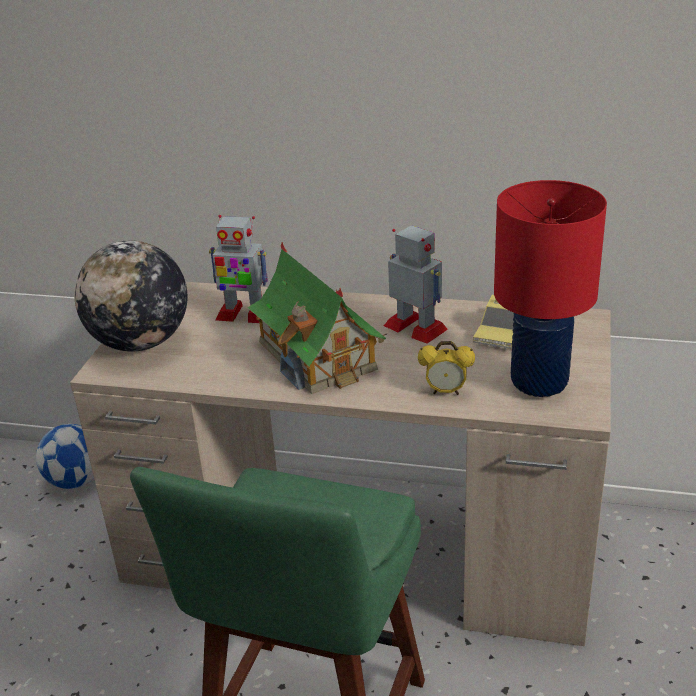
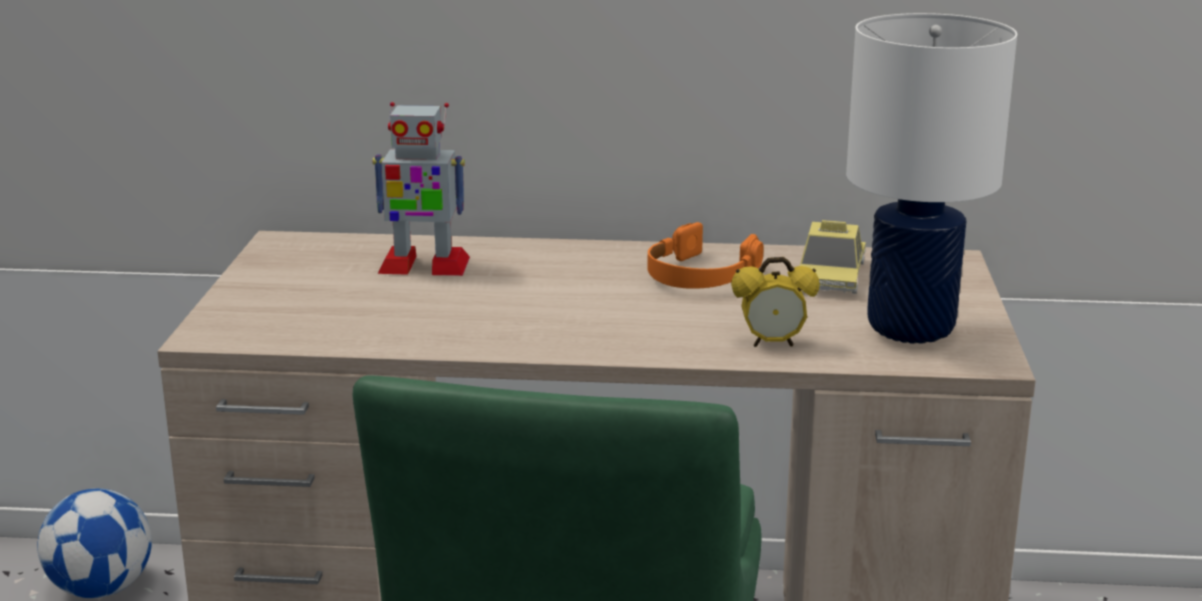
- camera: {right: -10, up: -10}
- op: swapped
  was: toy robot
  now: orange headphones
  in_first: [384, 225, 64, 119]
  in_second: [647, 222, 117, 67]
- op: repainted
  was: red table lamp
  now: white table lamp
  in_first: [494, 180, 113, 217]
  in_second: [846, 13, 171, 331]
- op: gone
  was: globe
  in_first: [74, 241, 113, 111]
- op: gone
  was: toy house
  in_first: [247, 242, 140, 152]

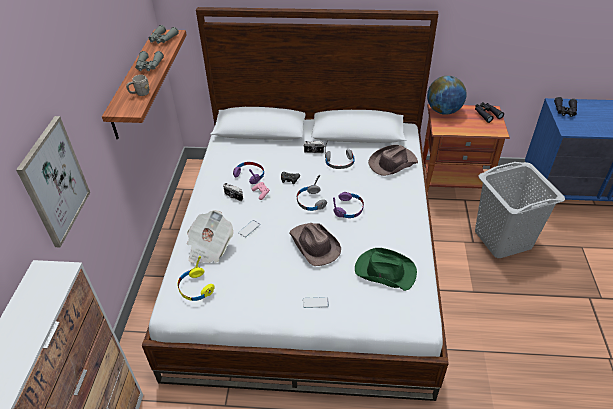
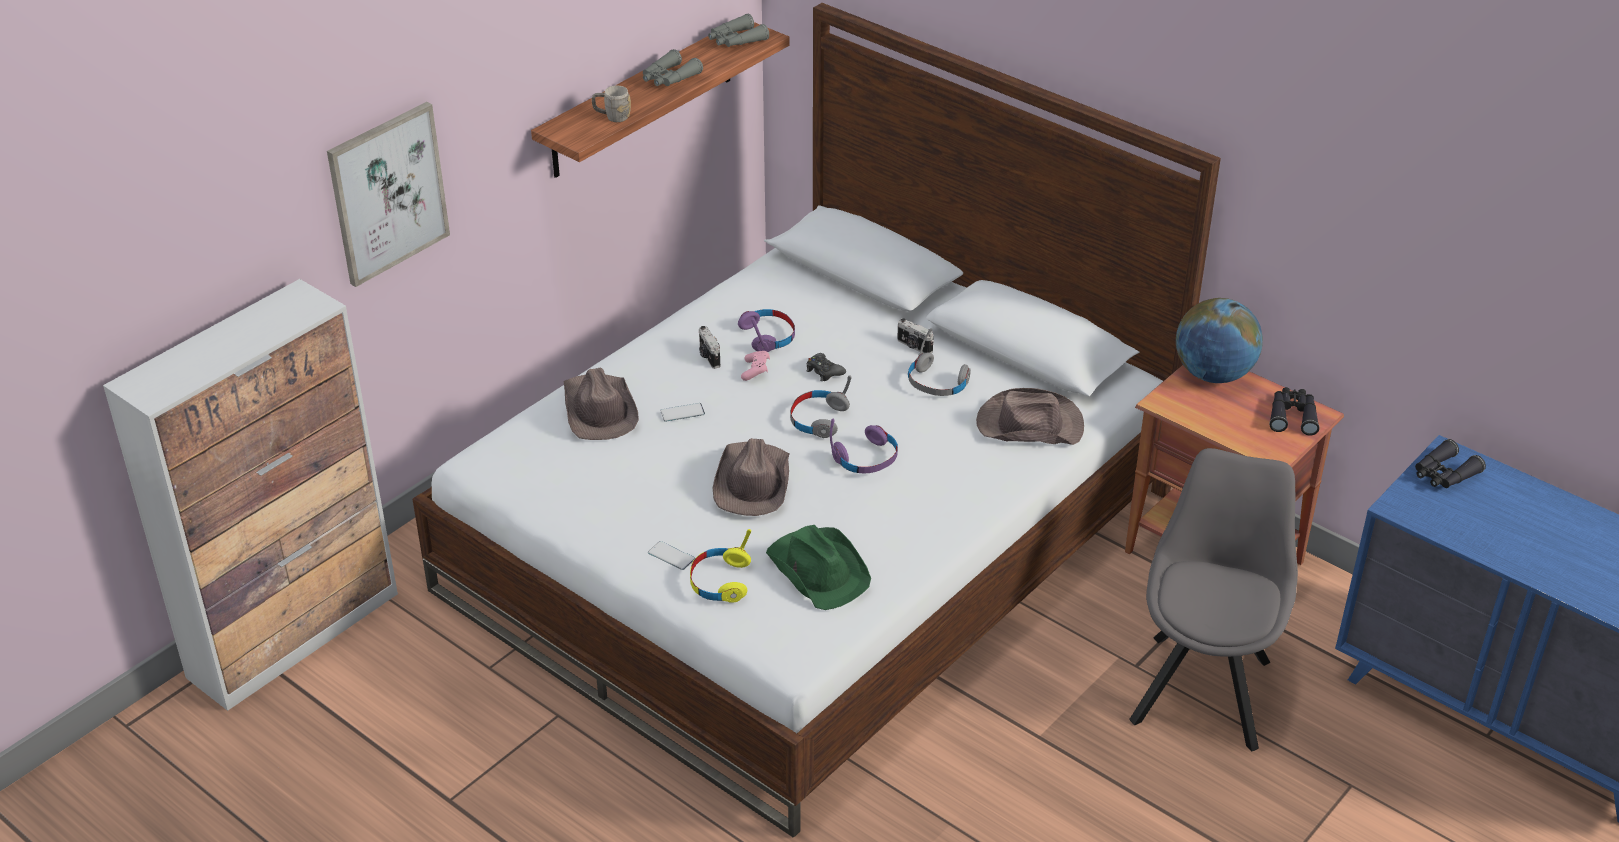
- camera: {right: 35, up: -5}
- op: swapped
  was: newspaper
  now: brown hat
  in_first: [187, 210, 46, 54]
  in_second: [564, 367, 75, 73]
- op: shifted
  was: yellow headphones
  in_first: [177, 256, 38, 45]
  in_second: [690, 529, 61, 74]
- op: swapped
  was: grey laundry basket
  now: grey chair
  in_first: [475, 162, 90, 96]
  in_second: [1129, 448, 169, 304]

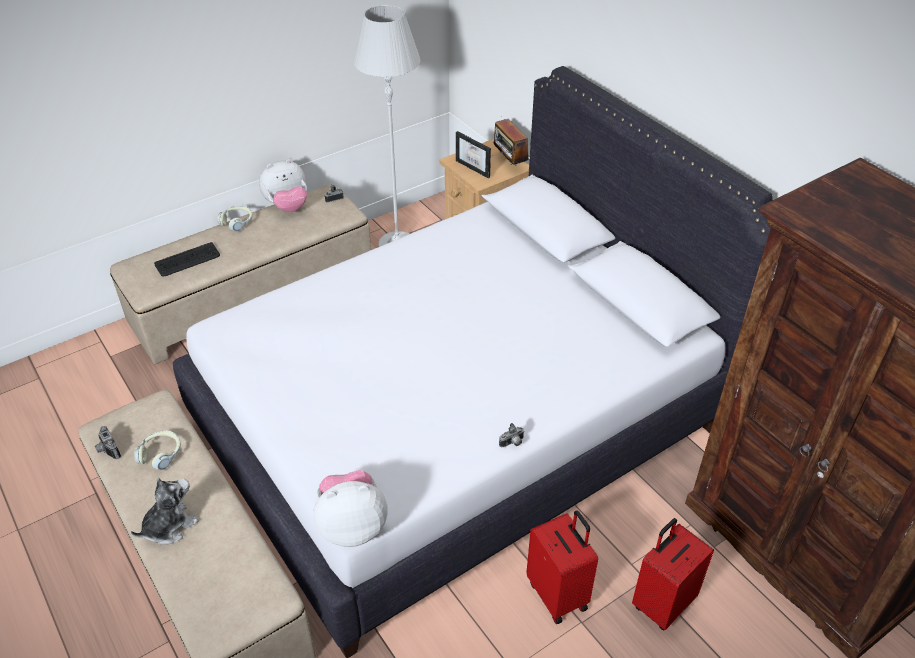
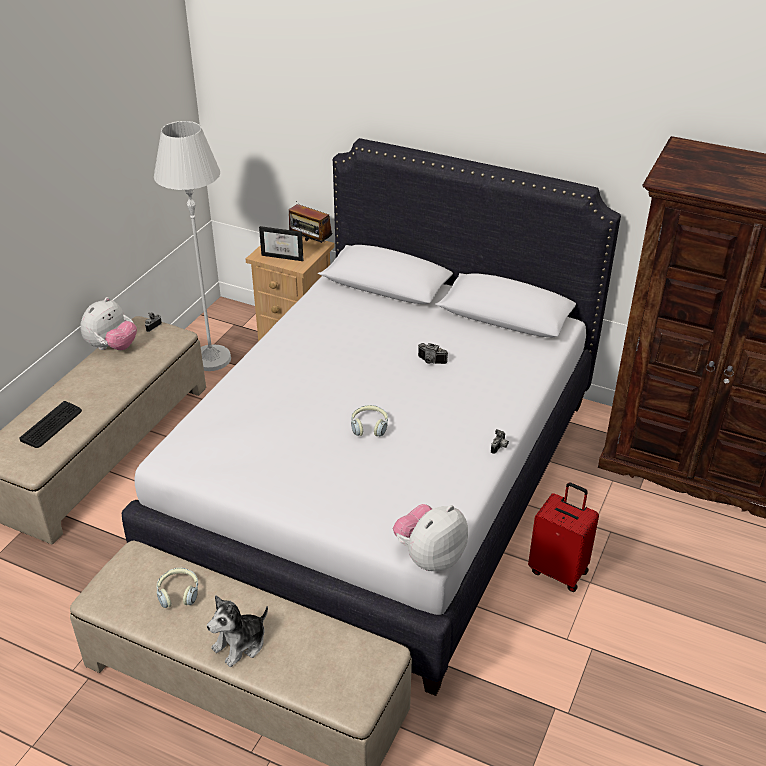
- camera: {right: -30, up: -5}
- op: rotated
  was: plush toy
  in_first: [131, 477, 68, 68]
  in_second: [207, 595, 61, 72]
  clockwise: -150
- op: shifted
  was: headphones
  in_first: [217, 206, 36, 26]
  in_second: [351, 405, 37, 32]
- op: shifted
  was: photo camera
  in_first: [95, 426, 26, 33]
  in_second: [418, 343, 30, 21]
- op: gone
  was: red suitcase
  in_first: [632, 518, 82, 112]

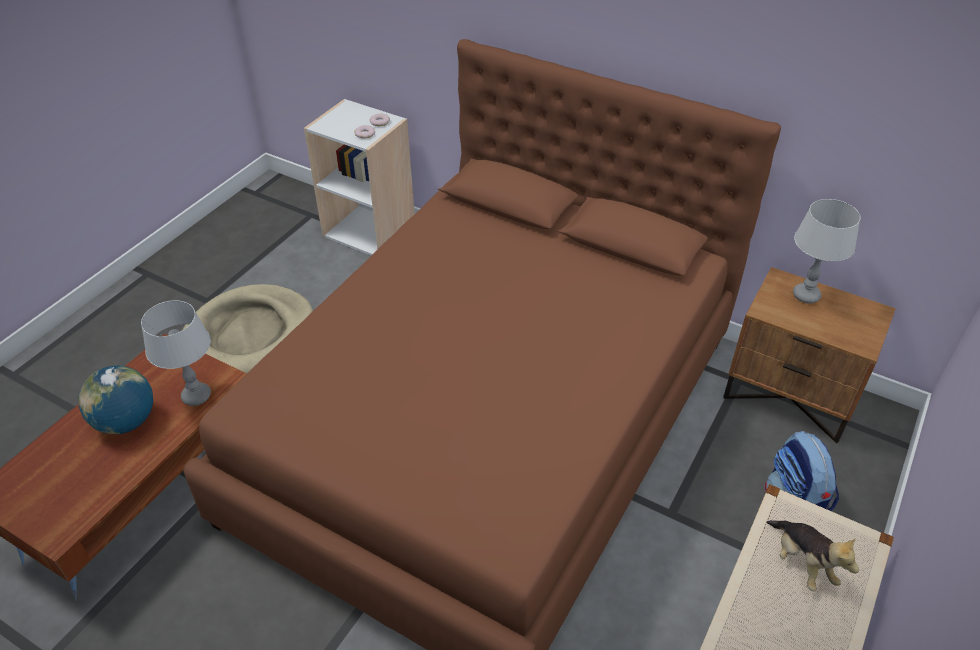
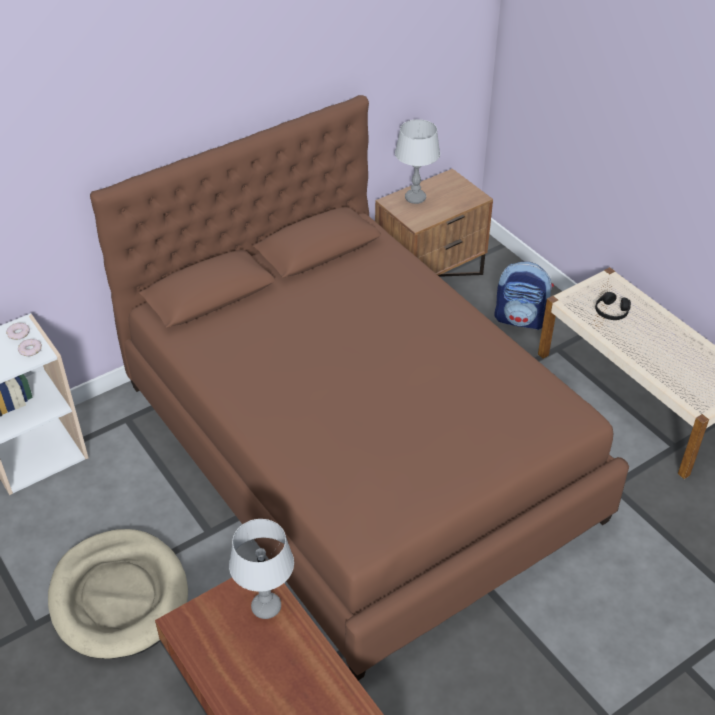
- camera: {right: -65, up: 0}
- op: swapped
  was: plush toy
  now: black headphones
  in_first: [766, 520, 93, 71]
  in_second: [595, 292, 36, 28]
- op: gone
  was: globe
  in_first: [79, 366, 74, 68]

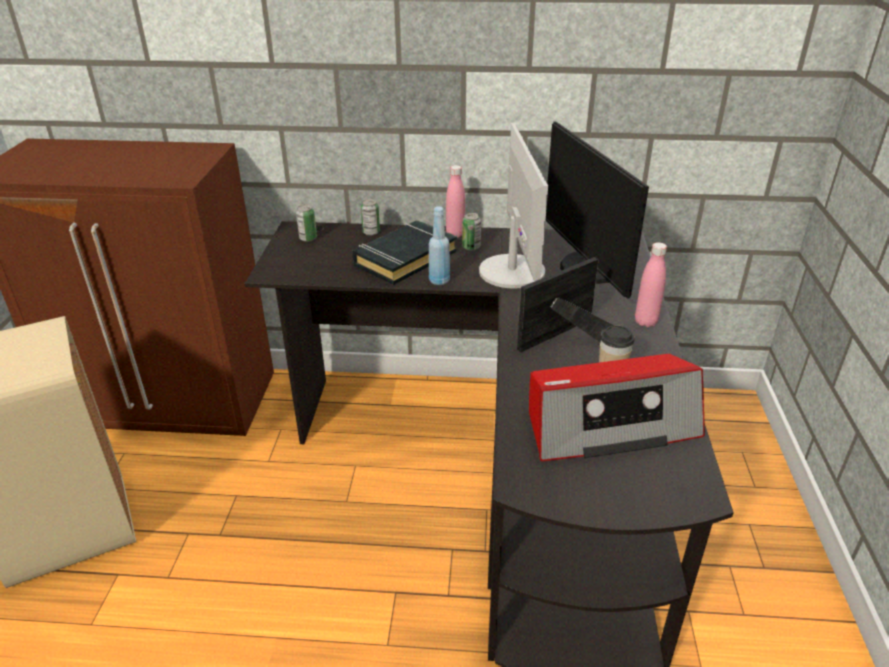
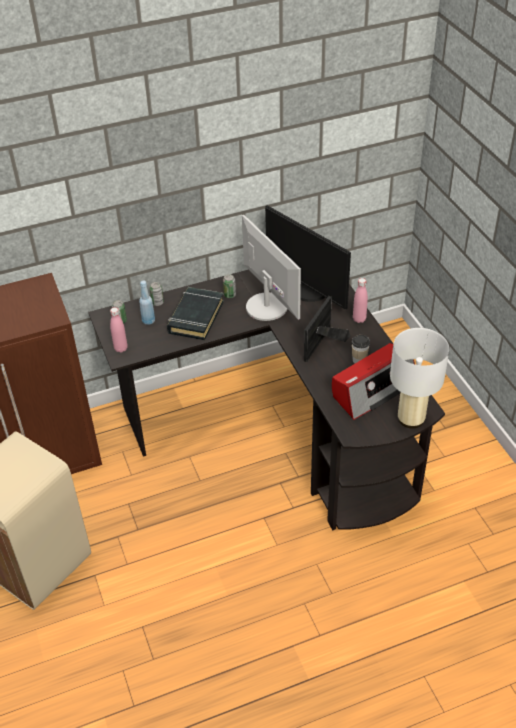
- camera: {right: -25, up: 10}
- op: shifted
  was: pink bottle
  in_first: [446, 165, 19, 73]
  in_second: [110, 307, 17, 46]
- op: shifted
  was: blue bottle
  in_first: [429, 206, 21, 79]
  in_second: [139, 281, 16, 44]
- op: new
  now: white table lamp
  in_second: [390, 328, 59, 101]

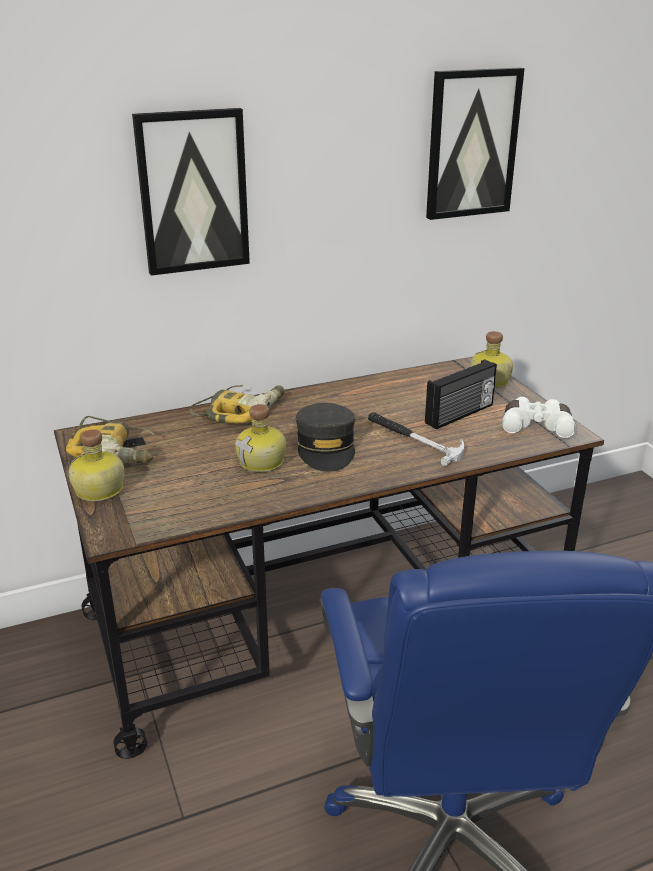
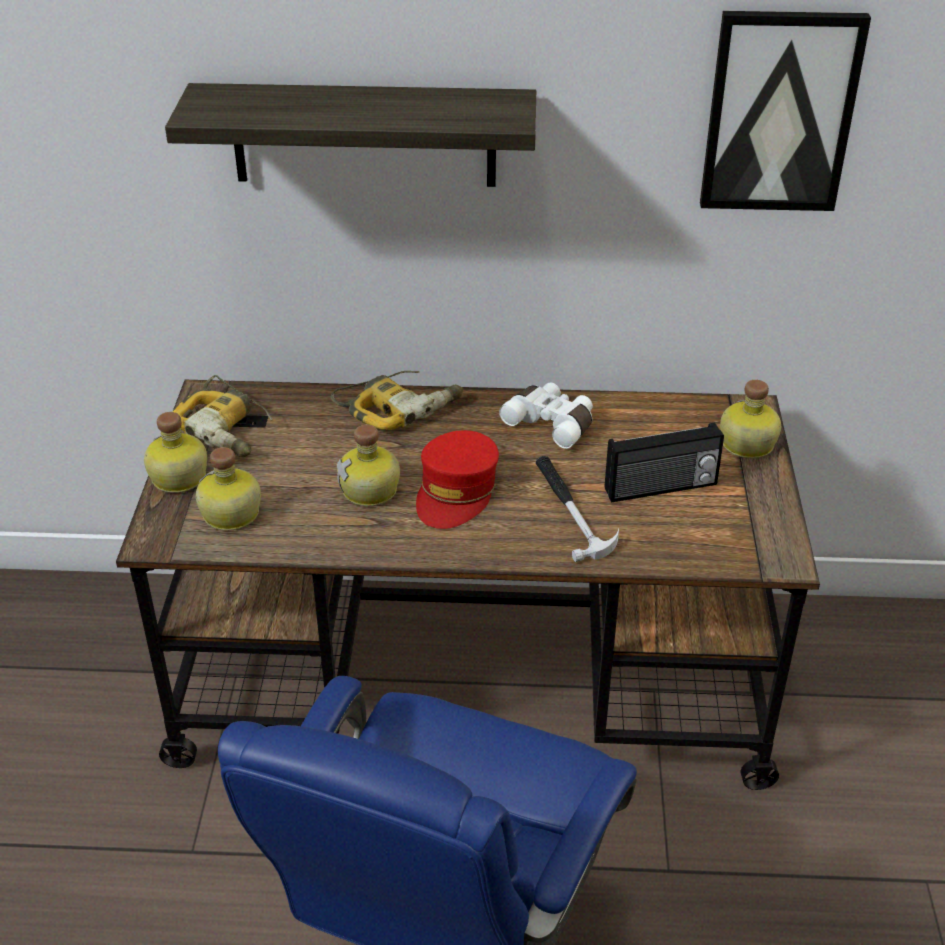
- camera: {right: 25, up: 10}
- op: swapped
  was: picture
  now: shelf
  in_first: [132, 108, 118, 168]
  in_second: [165, 83, 371, 104]
- op: new
  now: bottle
  in_second: [196, 447, 65, 84]
- op: repainted
  was: grey cap
  now: red cap
  in_first: [296, 403, 59, 69]
  in_second: [416, 430, 83, 99]
- op: shifted
  was: white binoculars
  in_first: [502, 397, 74, 41]
  in_second: [499, 382, 94, 67]

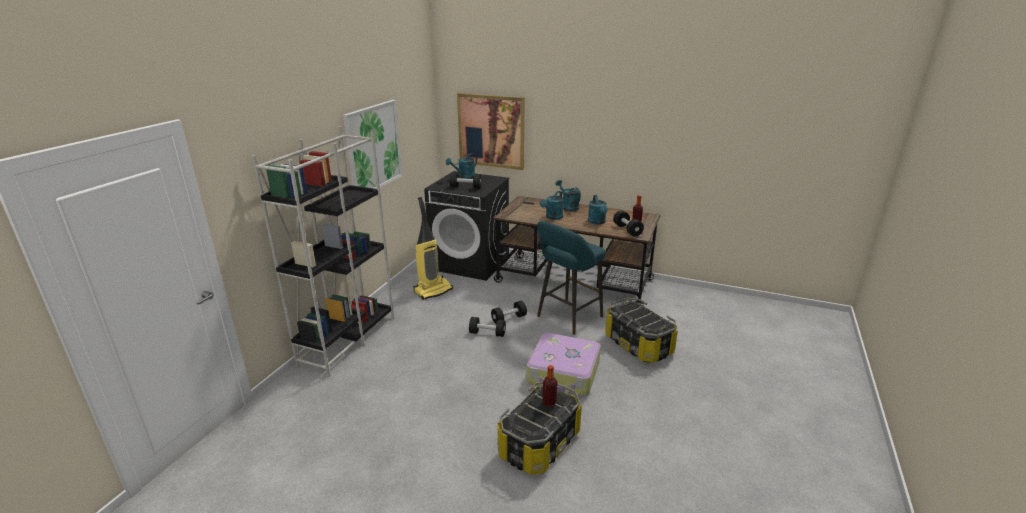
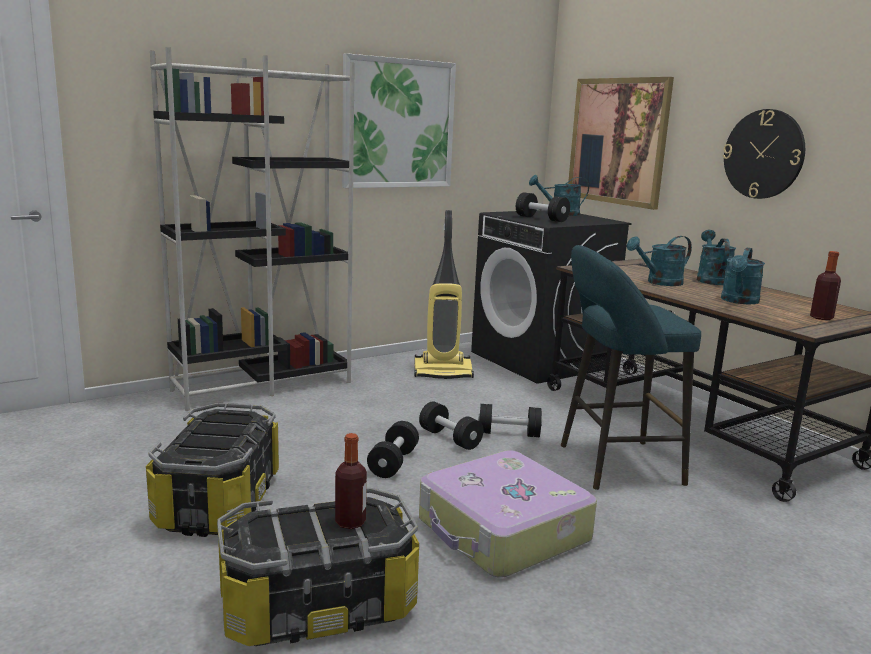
- camera: {right: 35, up: -10}
- op: shifted
  was: storage box
  in_first: [605, 297, 73, 66]
  in_second: [146, 403, 133, 134]
- op: shifted
  was: black dumbbell
  in_first: [613, 210, 31, 27]
  in_second: [367, 421, 52, 57]
- op: new
  now: wall clock
  in_second: [723, 109, 82, 90]

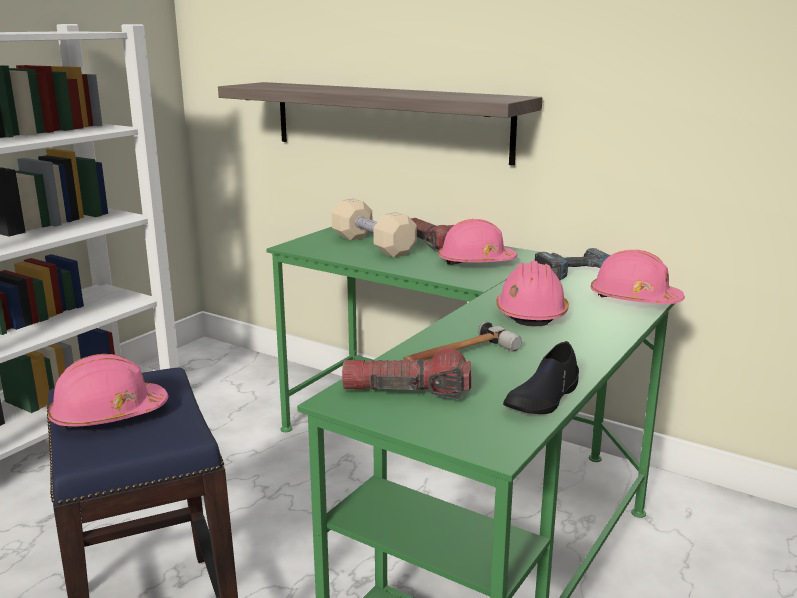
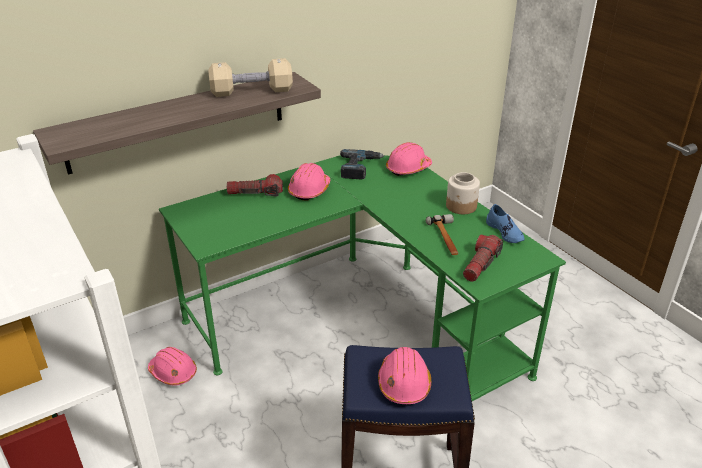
- camera: {right: -65, up: 15}
- op: shifted
  was: pink hard hat
  in_first: [496, 261, 73, 66]
  in_second: [148, 347, 49, 38]
- op: shifted
  was: beige dumbbell
  in_first: [332, 198, 85, 59]
  in_second: [208, 58, 85, 39]
- op: new
  now: jar
  in_second: [446, 172, 34, 42]
- op: repainted
  was: black shoe
  now: blue shoe
  in_first: [503, 341, 76, 73]
  in_second: [486, 204, 39, 39]

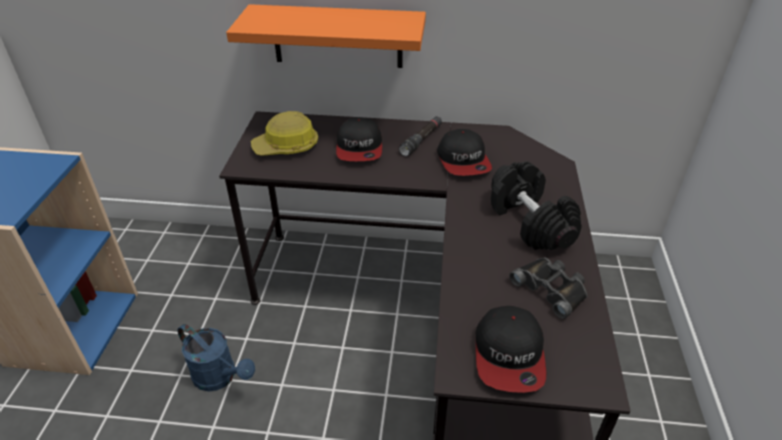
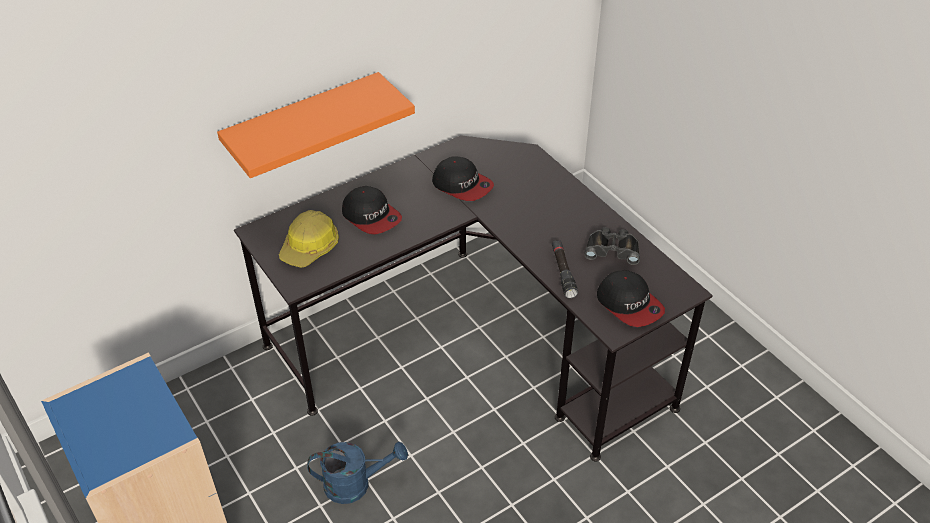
- camera: {right: -40, up: 5}
- op: shifted
  was: black flashlight
  in_first: [399, 116, 43, 40]
  in_second: [552, 240, 26, 58]
- op: gone
  was: black dumbbell
  in_first: [491, 161, 91, 89]

